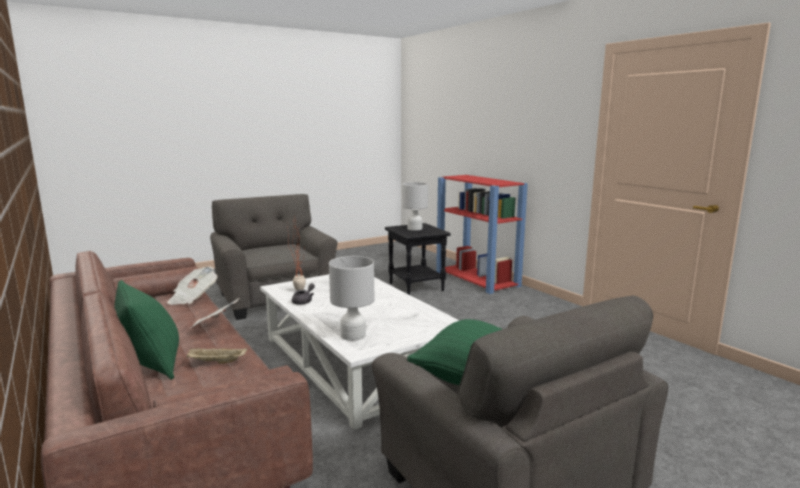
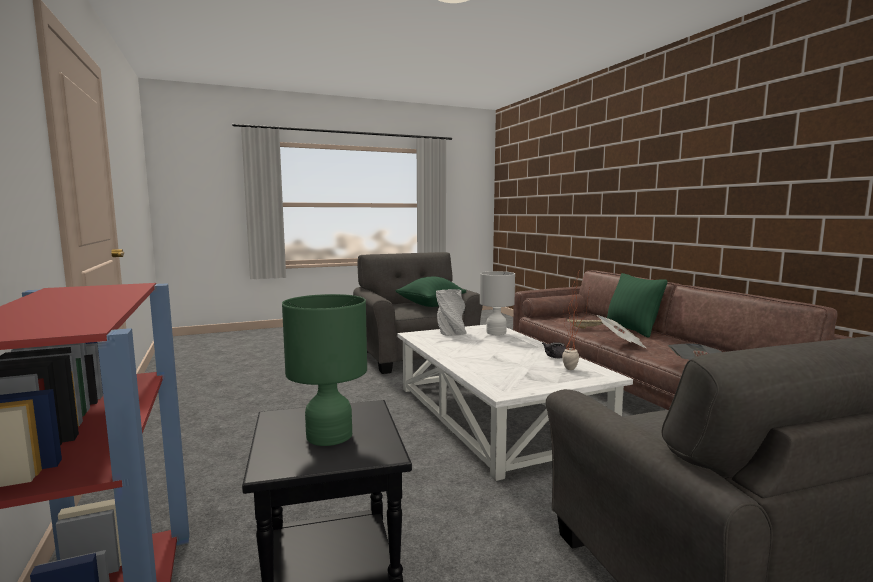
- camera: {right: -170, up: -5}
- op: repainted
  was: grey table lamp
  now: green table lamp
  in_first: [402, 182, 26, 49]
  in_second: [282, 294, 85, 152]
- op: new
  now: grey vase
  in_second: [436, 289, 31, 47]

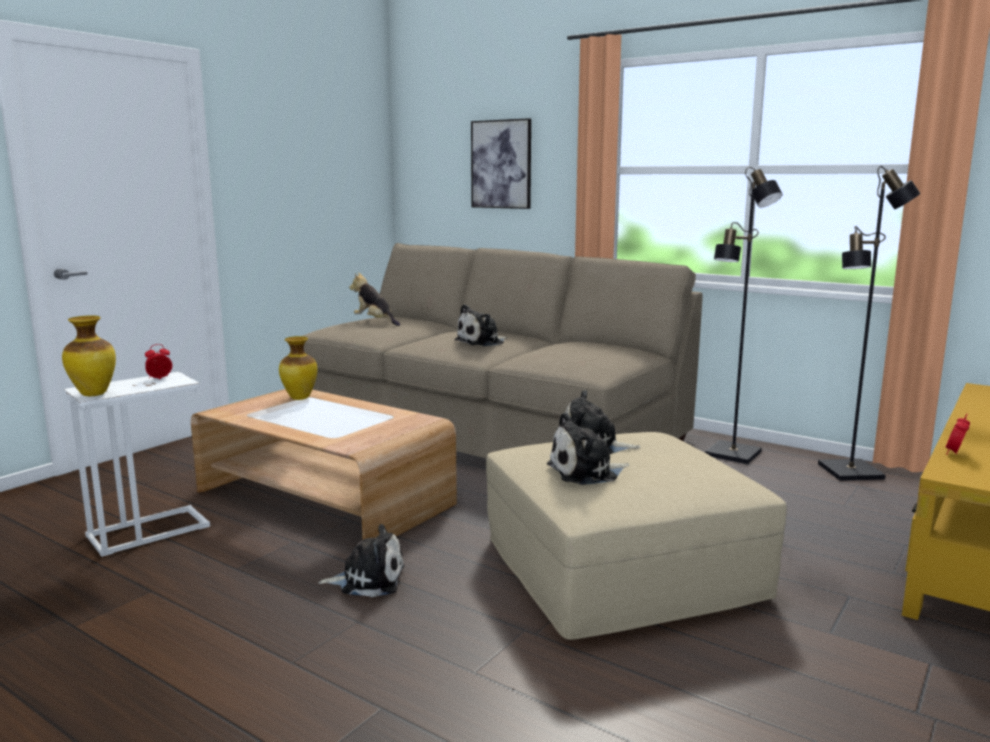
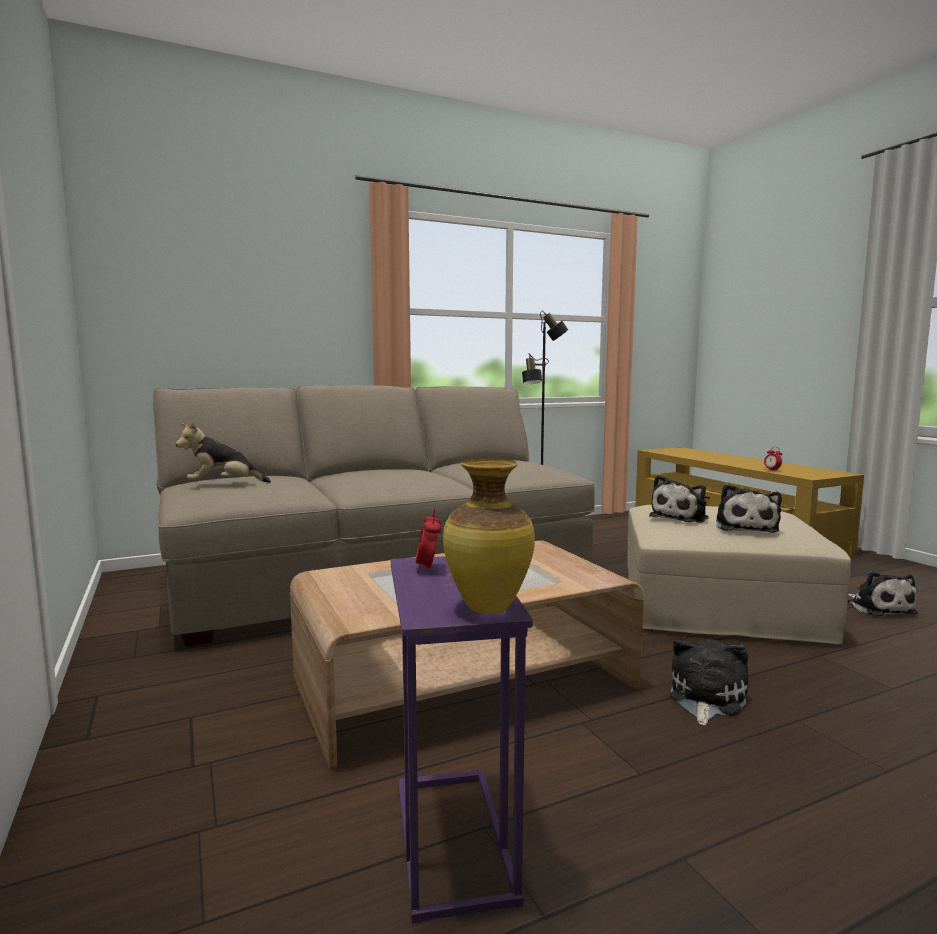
- camera: {right: -60, up: -5}
- op: repainted
  was: white side table
  now: purple side table
  in_first: [64, 372, 146, 185]
  in_second: [391, 556, 142, 368]
- op: shifted
  was: plush toy
  in_first: [454, 304, 53, 42]
  in_second: [848, 571, 70, 45]
- op: gone
  was: vase
  in_first: [279, 336, 38, 64]
- op: gone
  was: picture
  in_first: [471, 118, 60, 91]
- op: gone
  was: black floor lamp
  in_first: [818, 166, 102, 315]

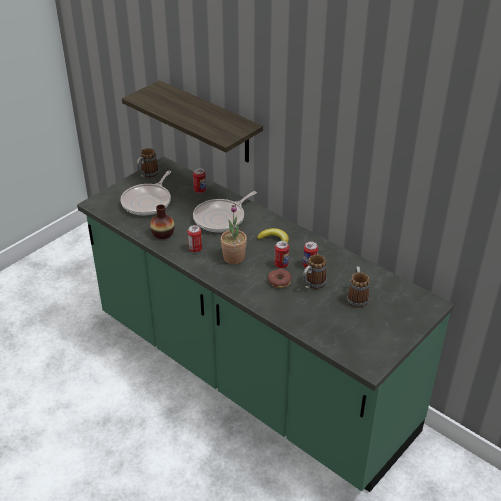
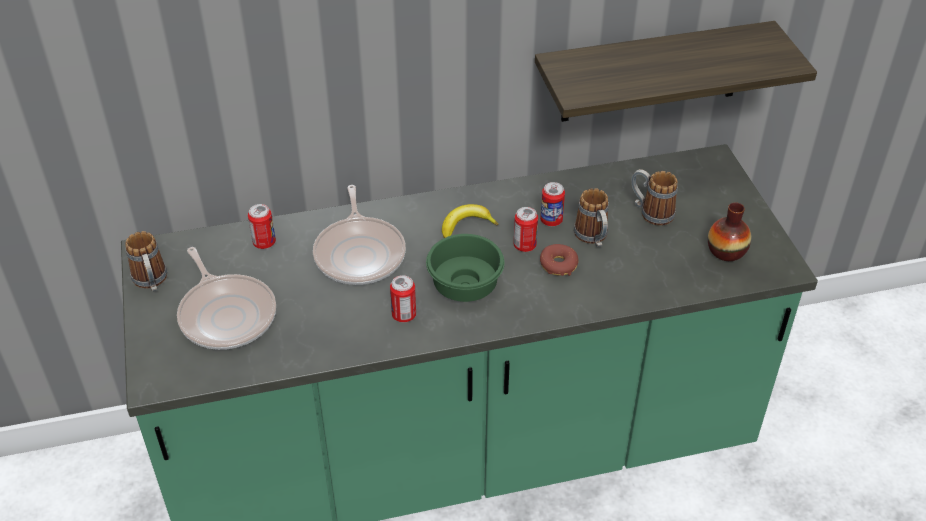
- camera: {right: -55, up: 5}
- op: swapped
  was: potted plant
  now: green bowl
  in_first: [220, 205, 27, 59]
  in_second: [426, 234, 78, 68]
- op: shifted
  was: shelf
  in_first: [122, 80, 141, 82]
  in_second: [535, 21, 282, 101]
- op: shifted
  was: vase
  in_first: [150, 205, 25, 34]
  in_second: [708, 202, 44, 59]

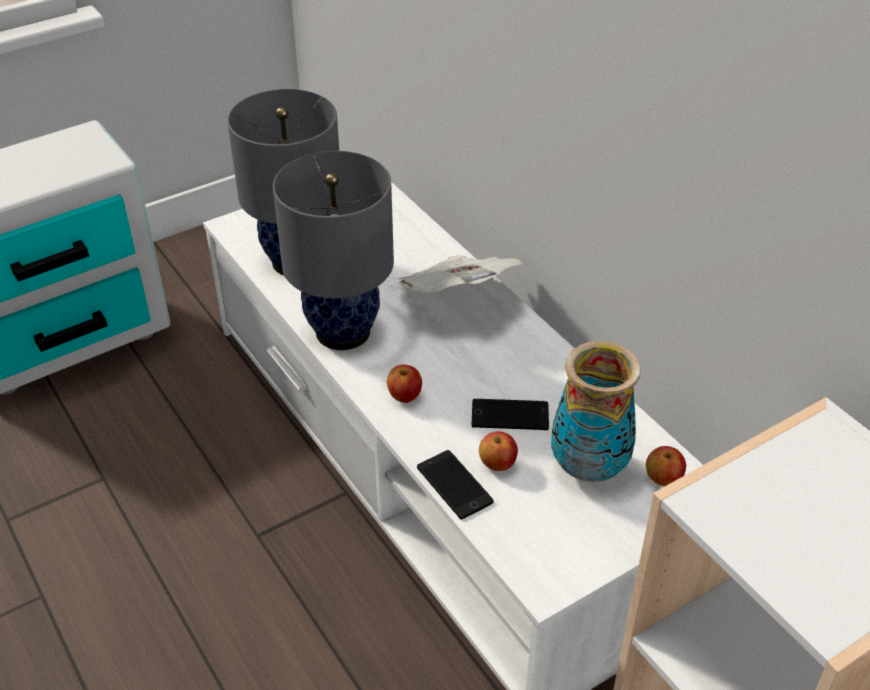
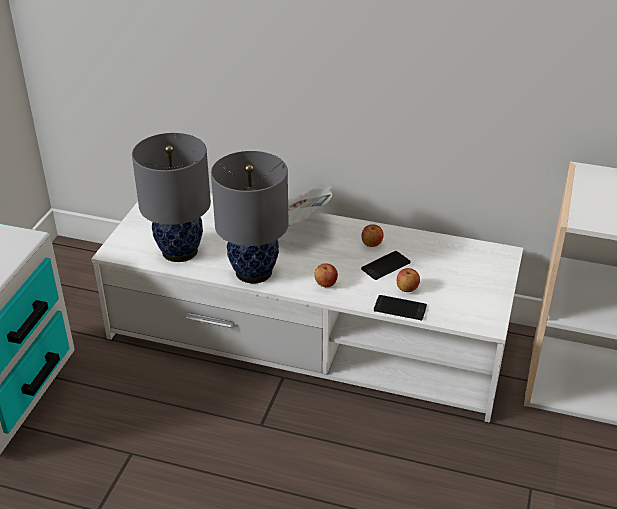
- camera: {right: -40, up: -5}
- op: shifted
  was: apple
  in_first: [646, 446, 40, 40]
  in_second: [362, 225, 21, 22]
- op: gone
  was: vase
  in_first: [551, 341, 90, 141]

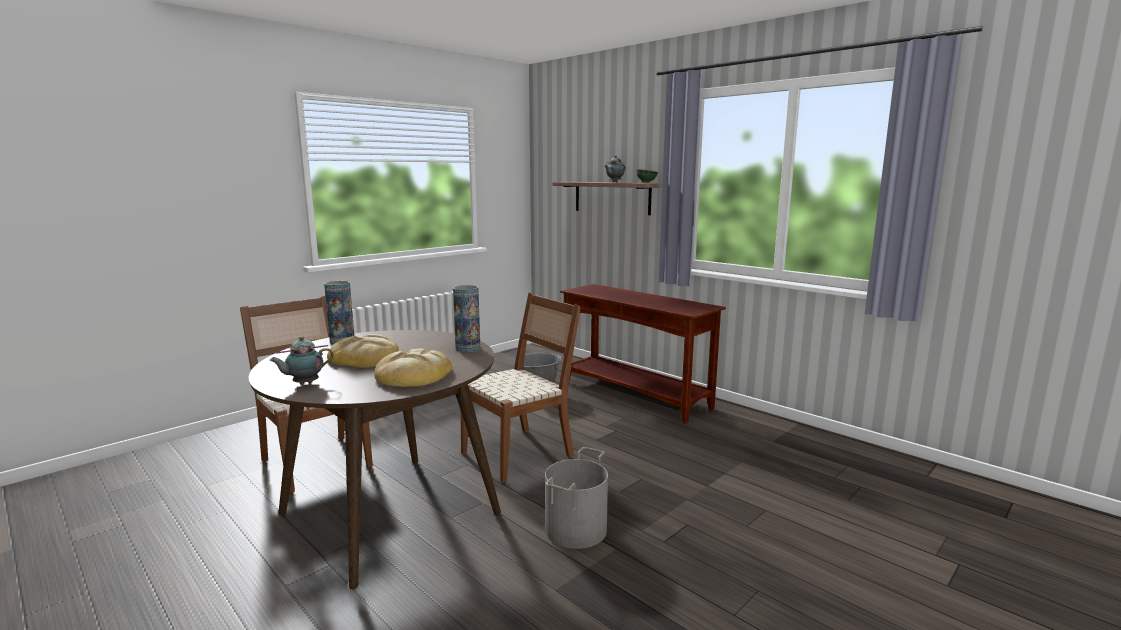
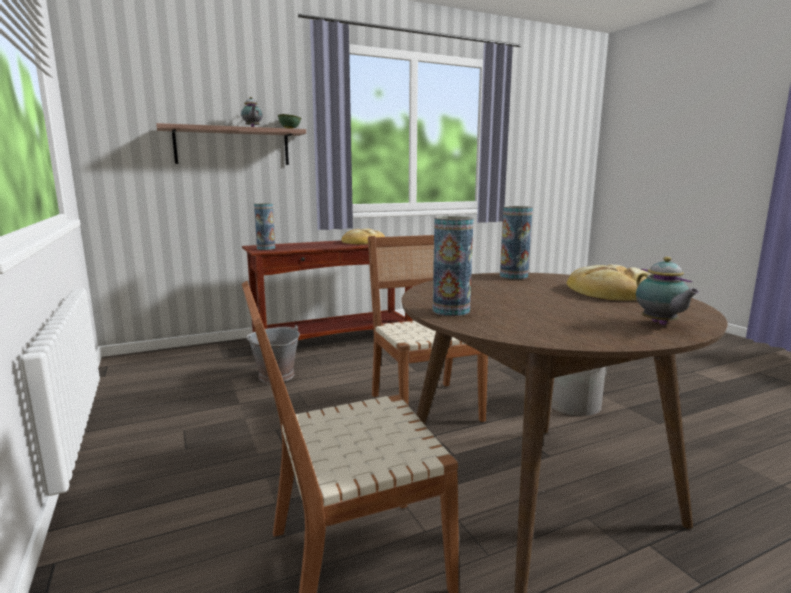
- camera: {right: -70, up: 0}
- op: new
  now: vase
  in_second: [254, 203, 21, 47]
- op: shifted
  was: bread
  in_first: [327, 334, 72, 34]
  in_second: [341, 228, 44, 16]

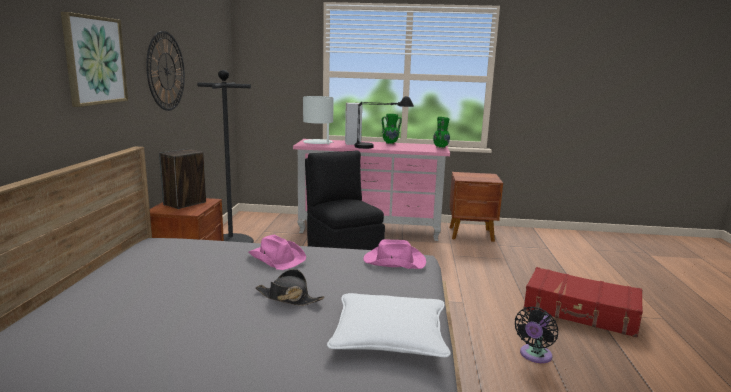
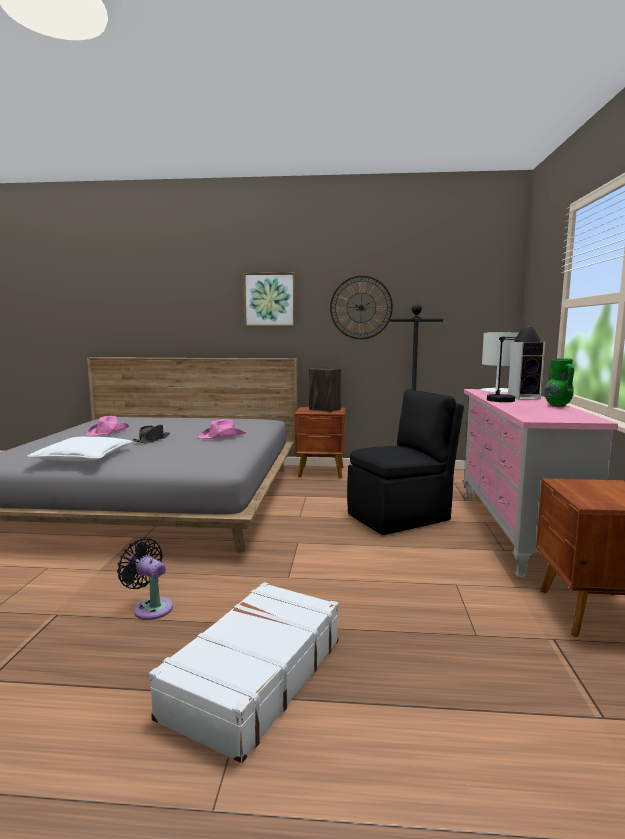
- camera: {right: 90, up: -5}
- op: shifted
  was: pink hat
  in_first: [363, 239, 63, 30]
  in_second: [86, 416, 43, 20]
- op: repainted
  was: red suitcase
  now: white suitcase
  in_first: [524, 267, 119, 71]
  in_second: [149, 582, 190, 181]
- op: gone
  was: green vase
  in_first: [433, 117, 17, 31]

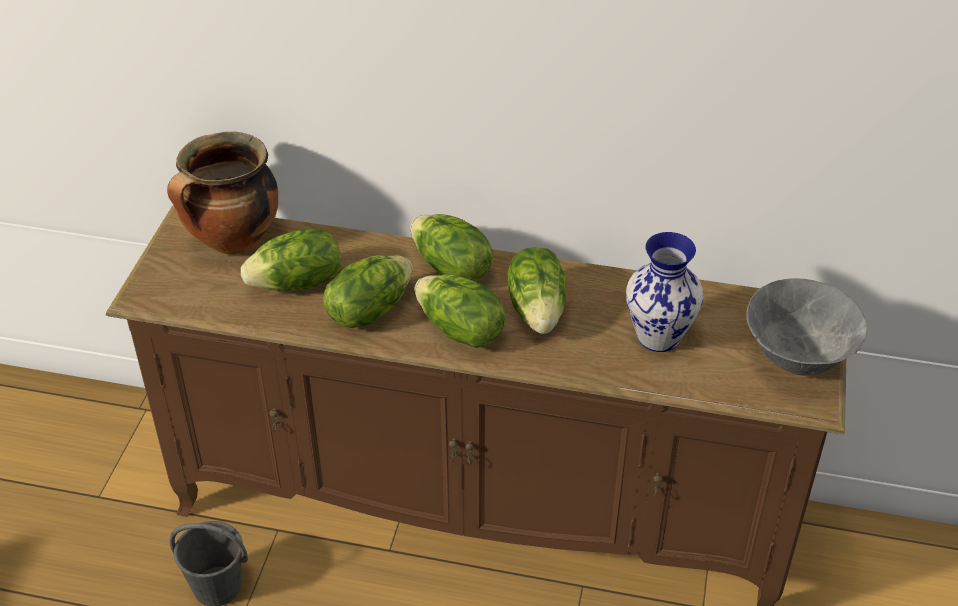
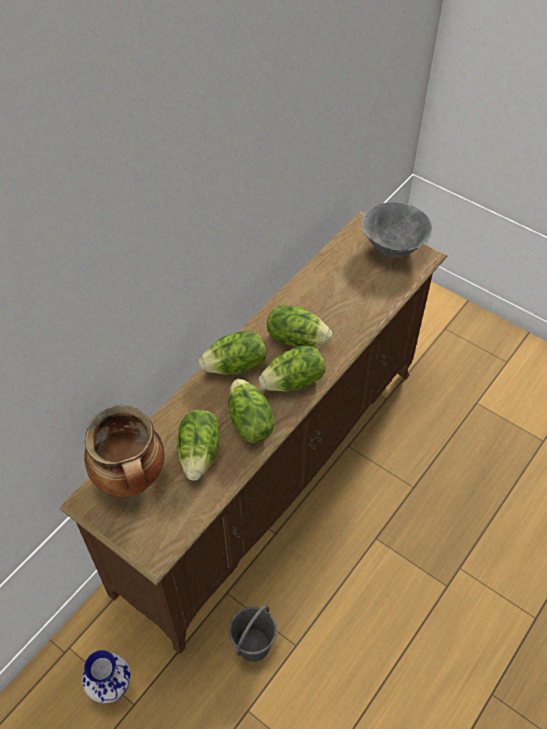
- camera: {right: -65, up: 10}
- op: shifted
  was: vase
  in_first: [626, 232, 77, 120]
  in_second: [82, 650, 49, 53]

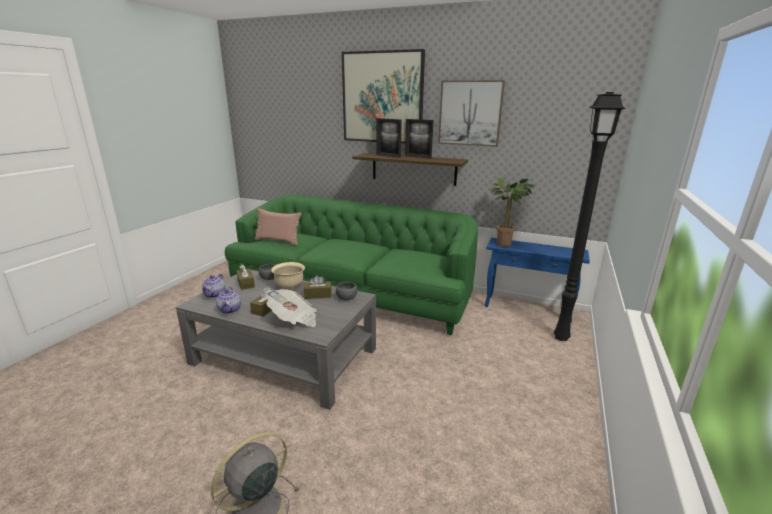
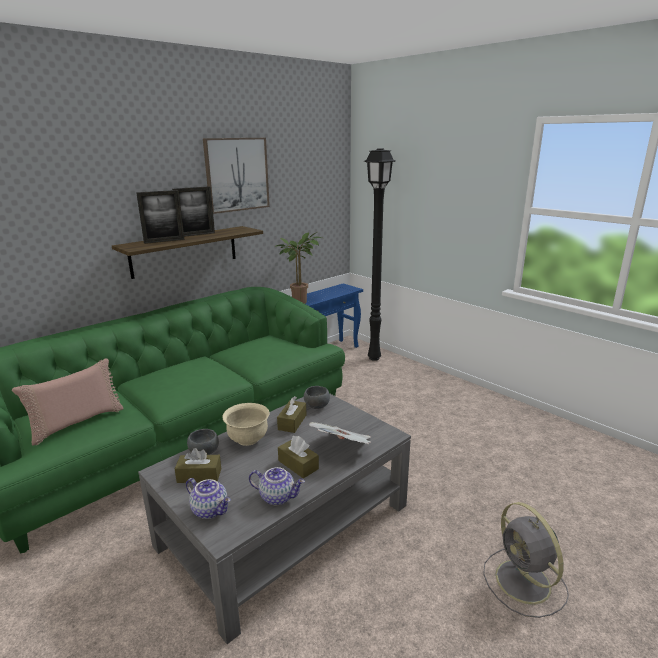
- camera: {right: -65, up: 0}
- op: gone
  was: picture
  in_first: [342, 49, 83, 94]

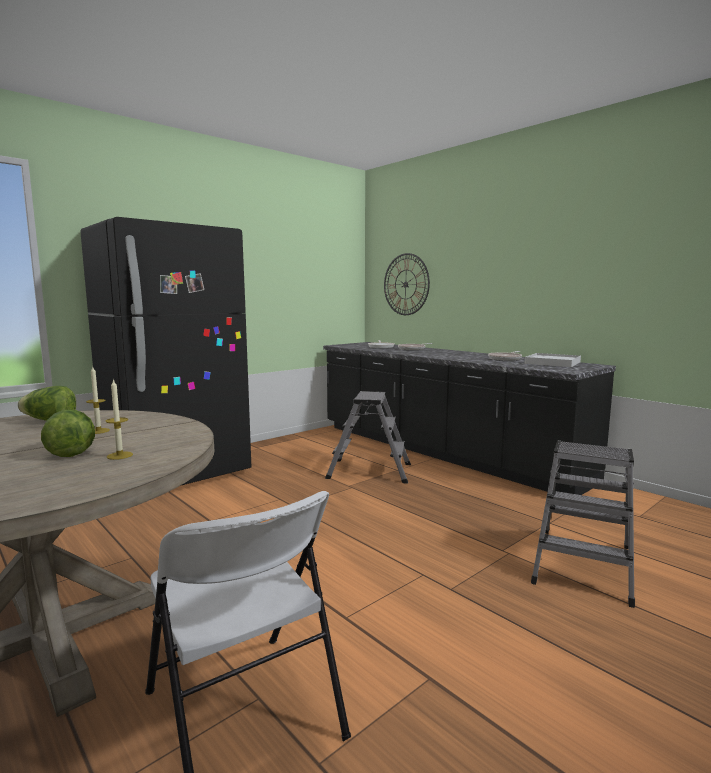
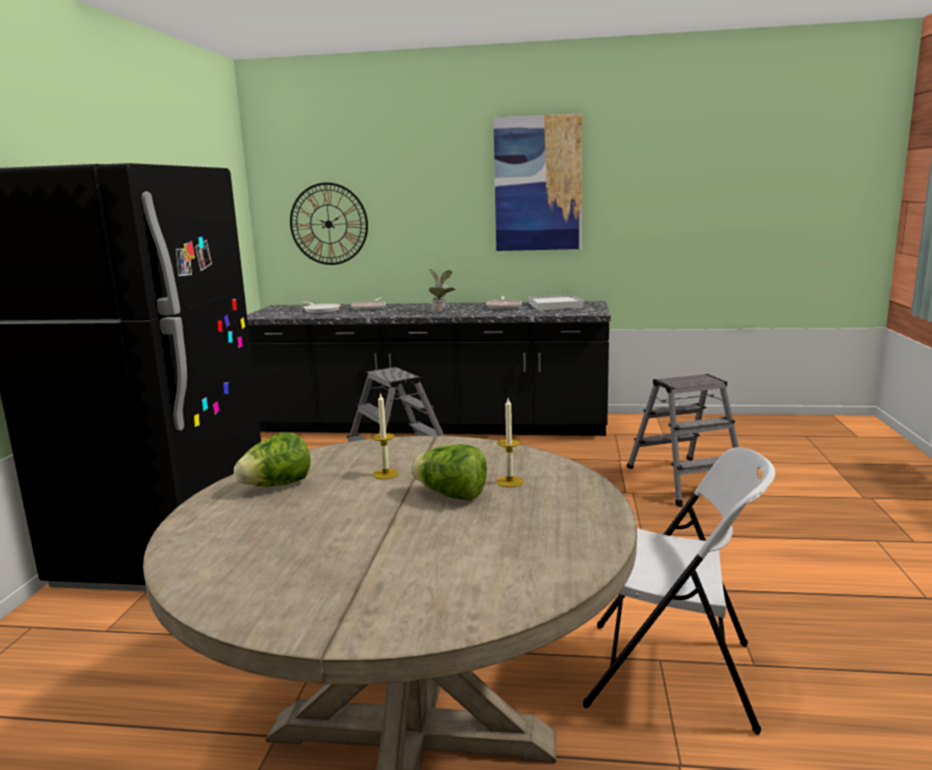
- camera: {right: -40, up: 5}
- op: new
  now: potted plant
  in_second: [429, 269, 27, 44]
- op: new
  now: picture
  in_second: [493, 113, 89, 138]

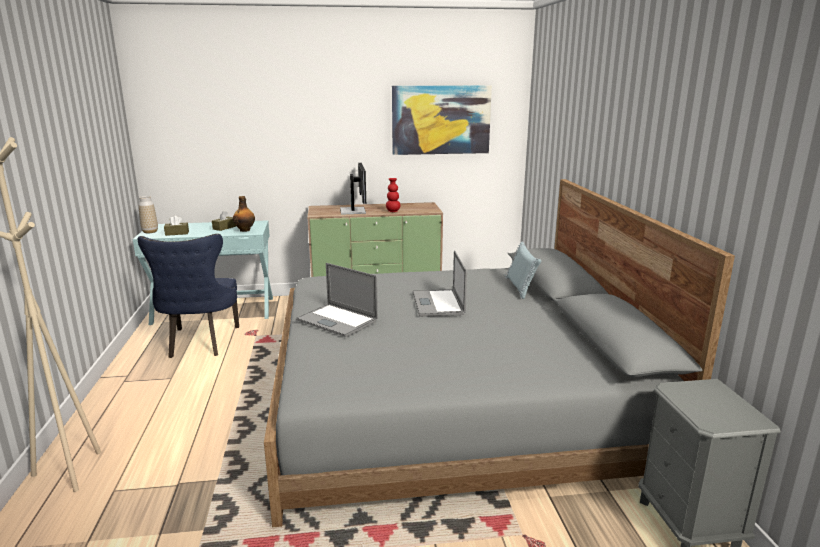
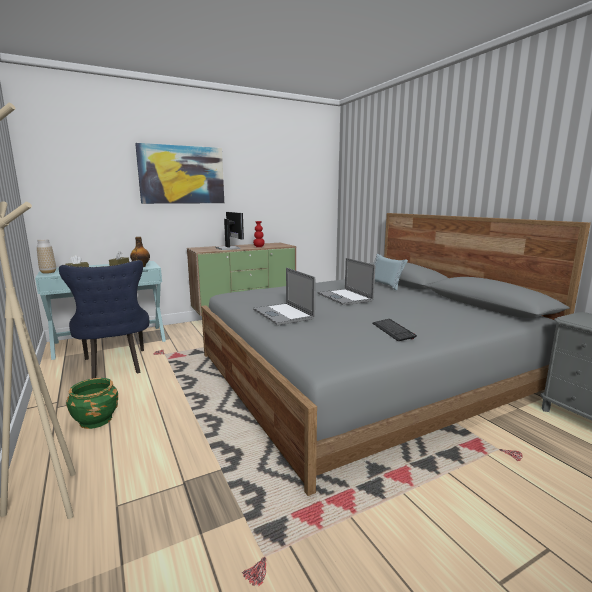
- camera: {right: -20, up: -5}
- op: new
  now: green planter
  in_second: [66, 378, 52, 51]
- op: shifted
  was: picture
  in_first: [392, 85, 100, 70]
  in_second: [135, 143, 89, 61]
- op: rotated
  was: laptop
  in_first: [296, 263, 82, 74]
  in_second: [253, 268, 63, 57]
  clockwise: 45
- op: new
  now: keyboard
  in_second: [372, 319, 45, 22]

